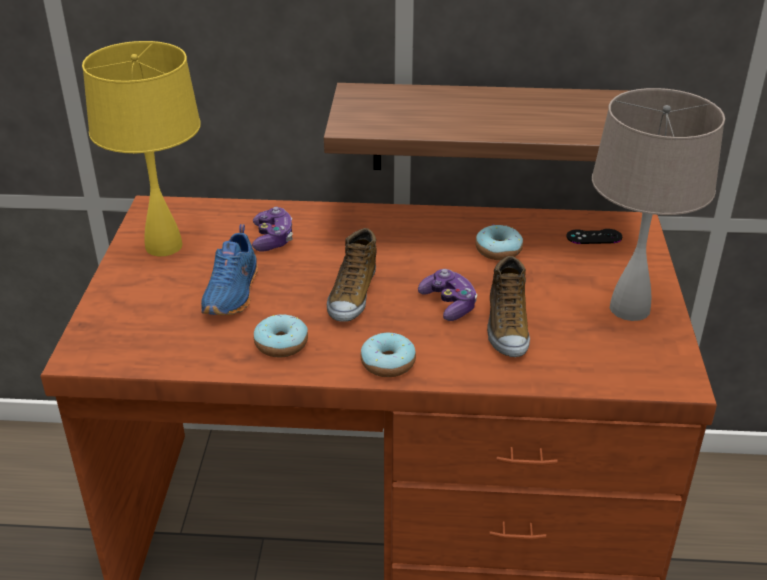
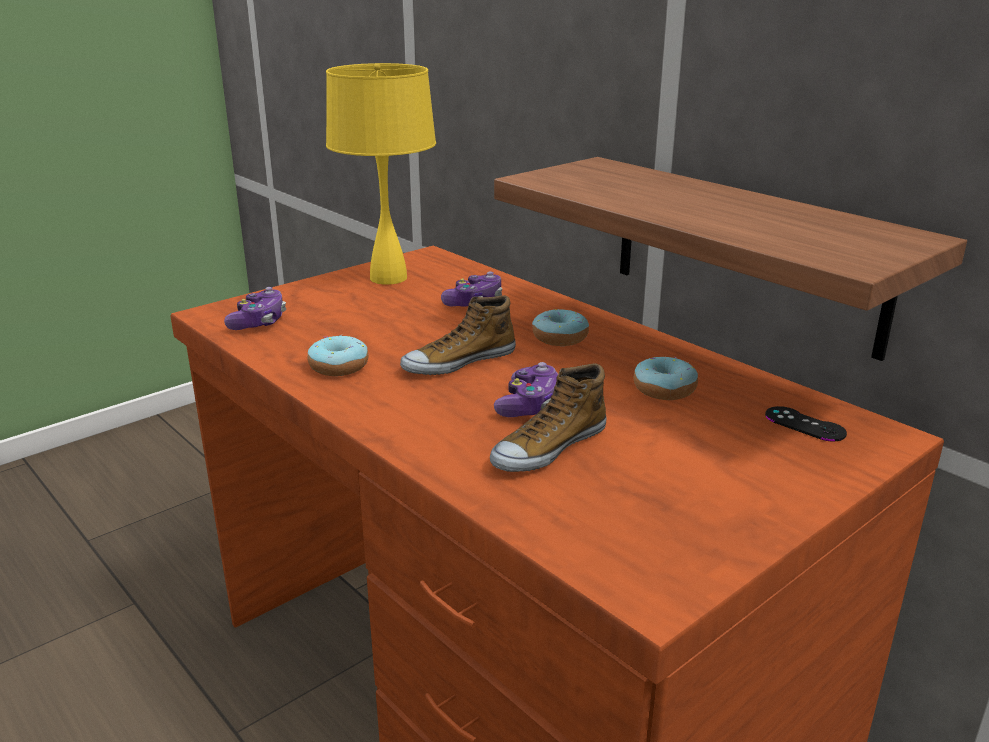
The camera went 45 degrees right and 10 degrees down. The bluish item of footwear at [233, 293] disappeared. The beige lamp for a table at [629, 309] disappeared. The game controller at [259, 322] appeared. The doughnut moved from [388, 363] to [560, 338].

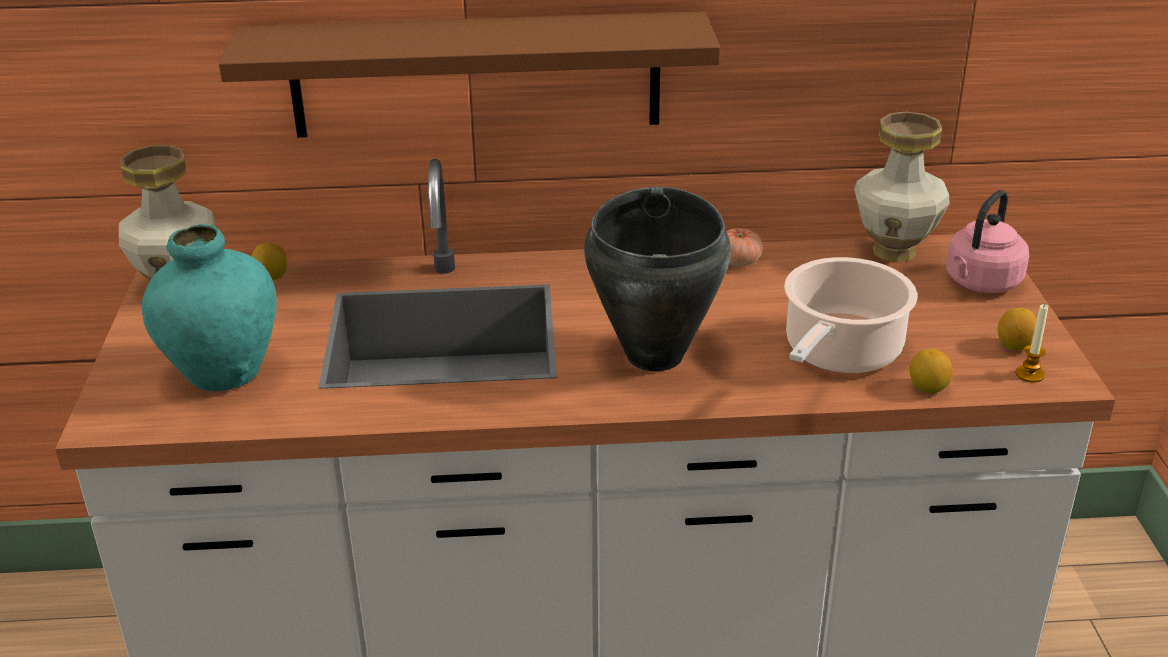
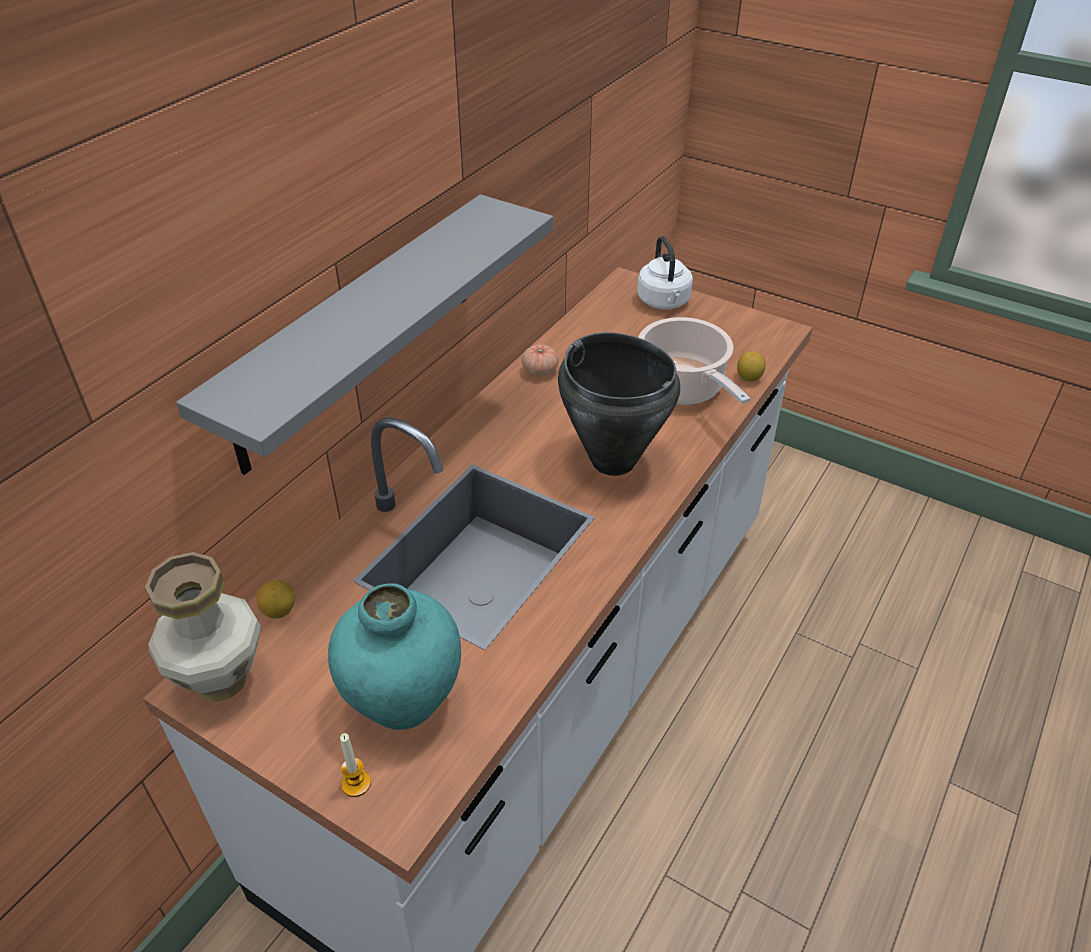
The camera went 55 degrees left and 10 degrees up. The vase at [893, 250] disappeared. The lemon at [1014, 346] disappeared. The wax light moved from [1029, 374] to [356, 783]. The brown shelf at [476, 75] became the gray shelf at [357, 331]. The pink kettle at [980, 283] became the white-coloured kettle at [664, 302].

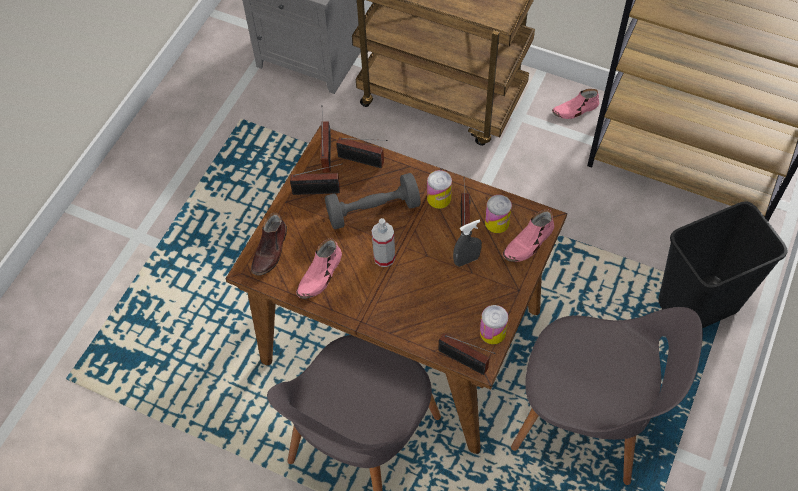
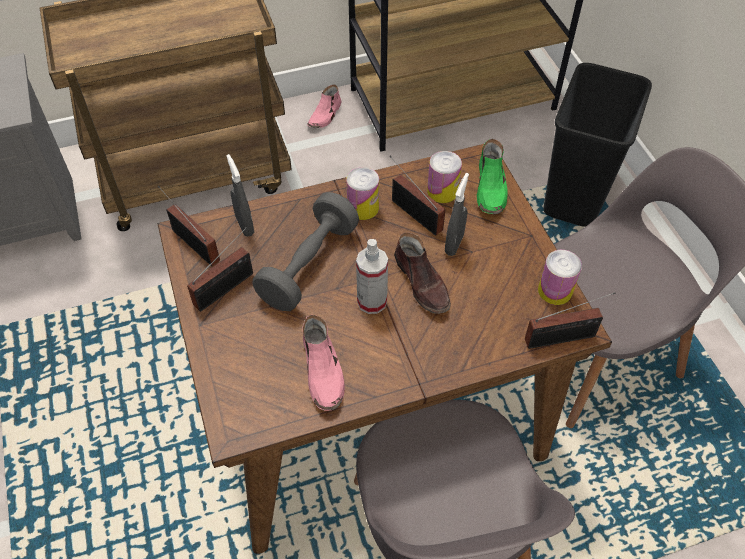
The camera went 45 degrees left and 5 degrees down. The brown item of footwear moved from [270, 251] to [422, 283]. The radio at [363, 161] was replaced by the gray spray bottle at [245, 225]. The pink item of footwear at [529, 243] became the green-coloured item of footwear at [491, 188].

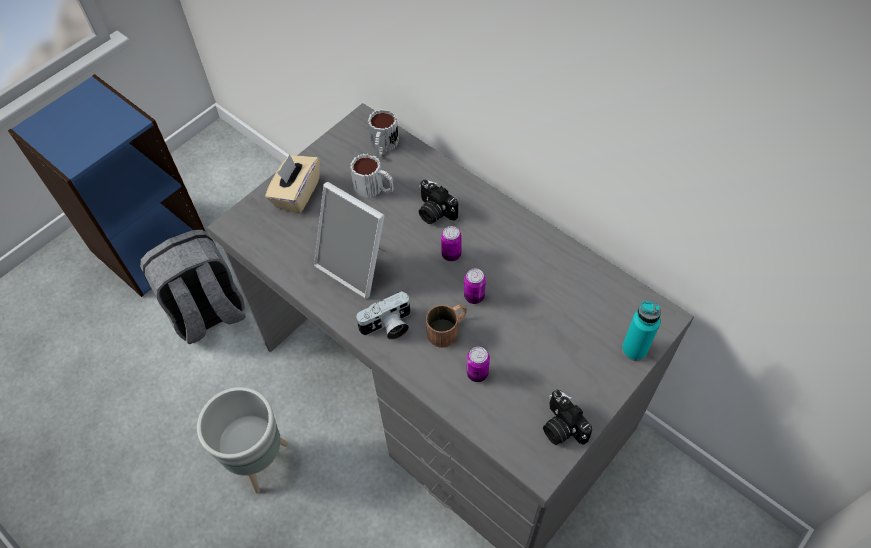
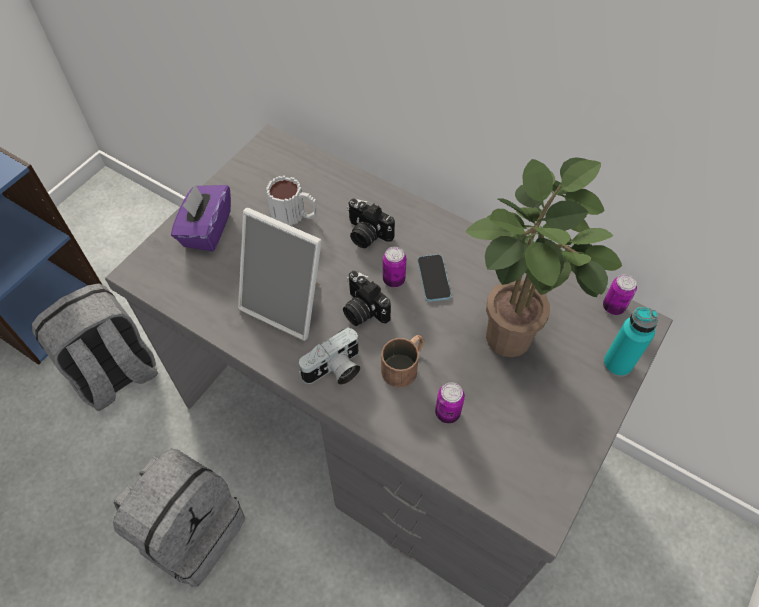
The camera went 10 degrees left and 0 degrees up. The tea mug at [383, 146] disappeared. The phone at [433, 278] appeared. The houseplant at [510, 345] appeared. The can moved from [474, 296] to [613, 307]. The photo camera moved from [561, 427] to [362, 310]. The gray flower pot at [259, 459] was replaced by the gray backpack at [191, 530]. The beige tissue holder at [296, 194] became the purple tissue holder at [206, 230].

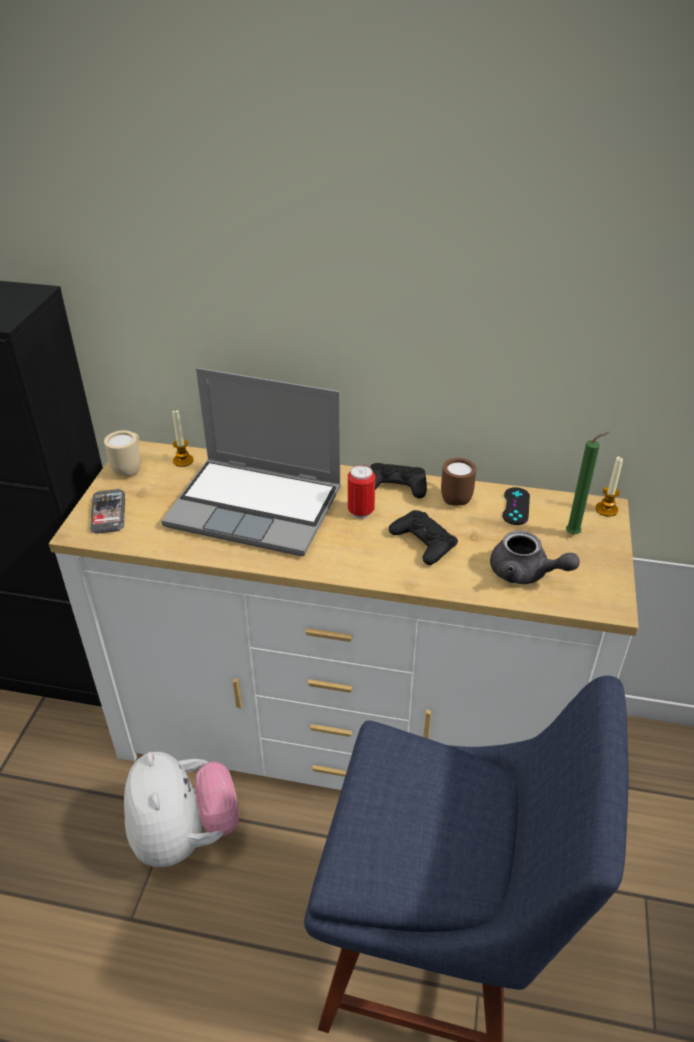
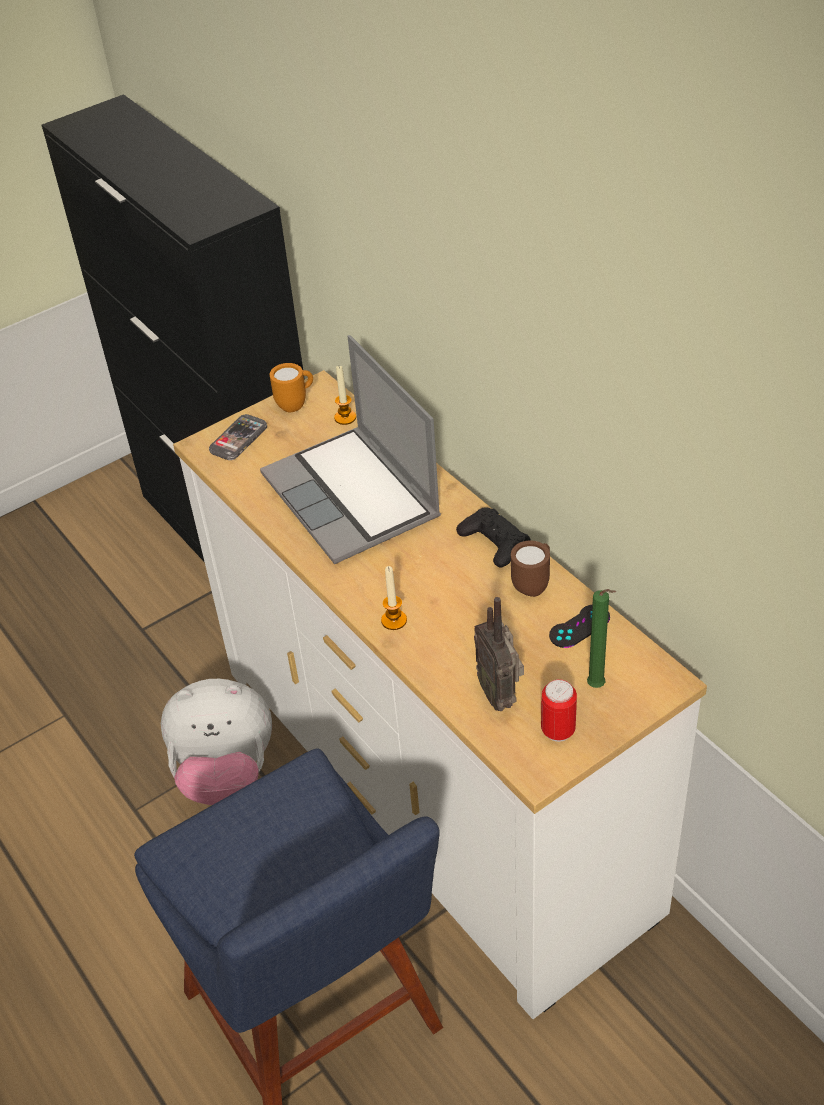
The camera went 45 degrees right and 5 degrees up. The black game controller at [423, 542] disappeared. The can moved from [361, 512] to [558, 731]. The wax light moved from [606, 509] to [394, 620]. The gray teapot at [525, 573] was replaced by the radio at [500, 694]. The beige tea mug at [130, 469] became the orange tea mug at [296, 404]. The plush toy at [184, 835] turned 60 degrees clockwise.

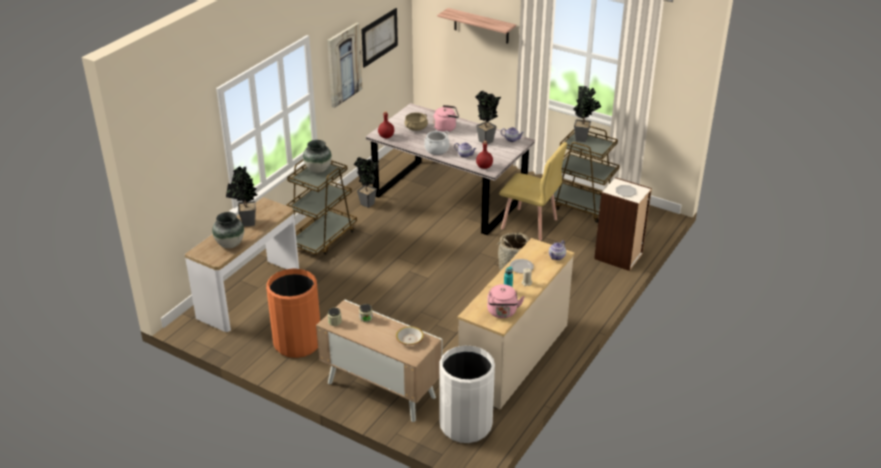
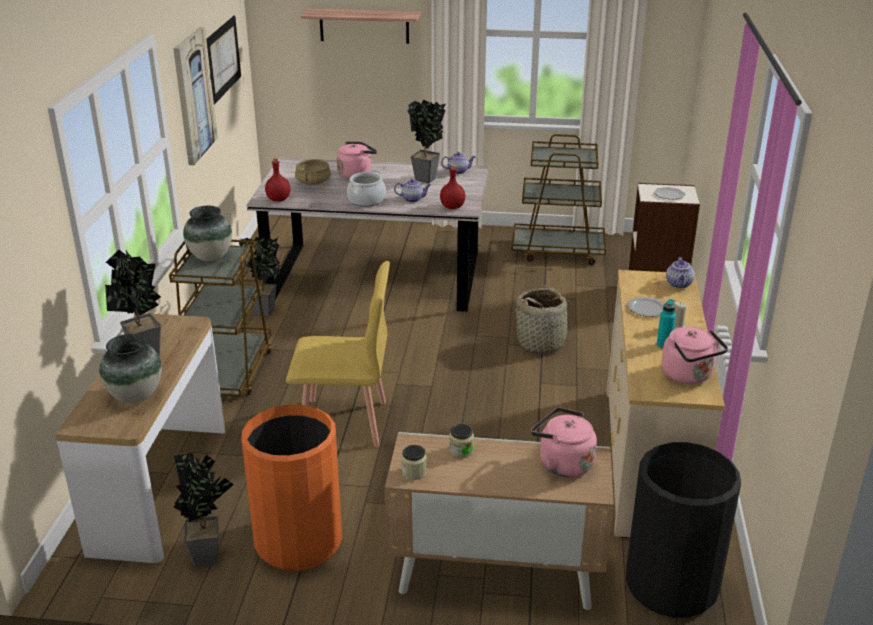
The camera went 25 degrees left and 5 degrees down. The yellowish upright chair moved from [529, 224] to [344, 422]. The houseplant moved from [582, 138] to [208, 553]. The serving bowl at [409, 339] was replaced by the pink kettle at [562, 463]. The white-coloured trash can at [466, 425] became the black trash can at [671, 585].

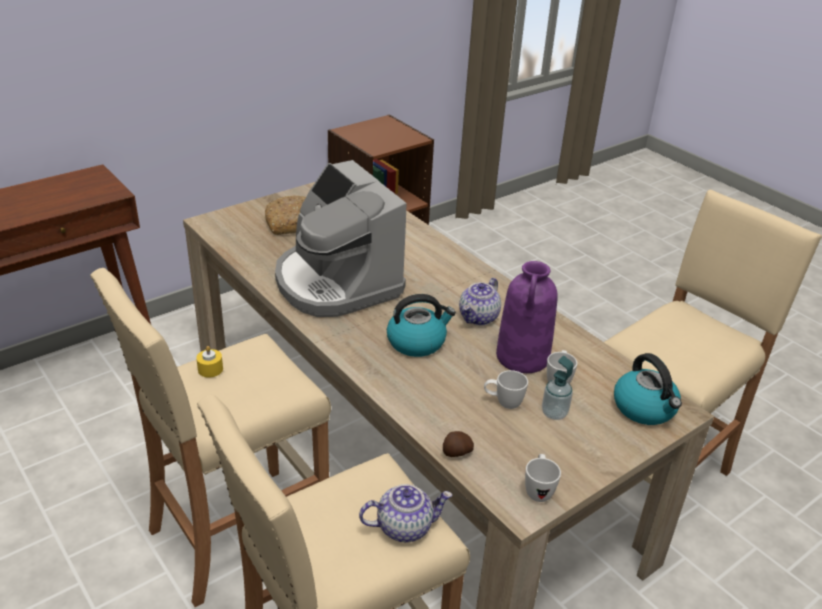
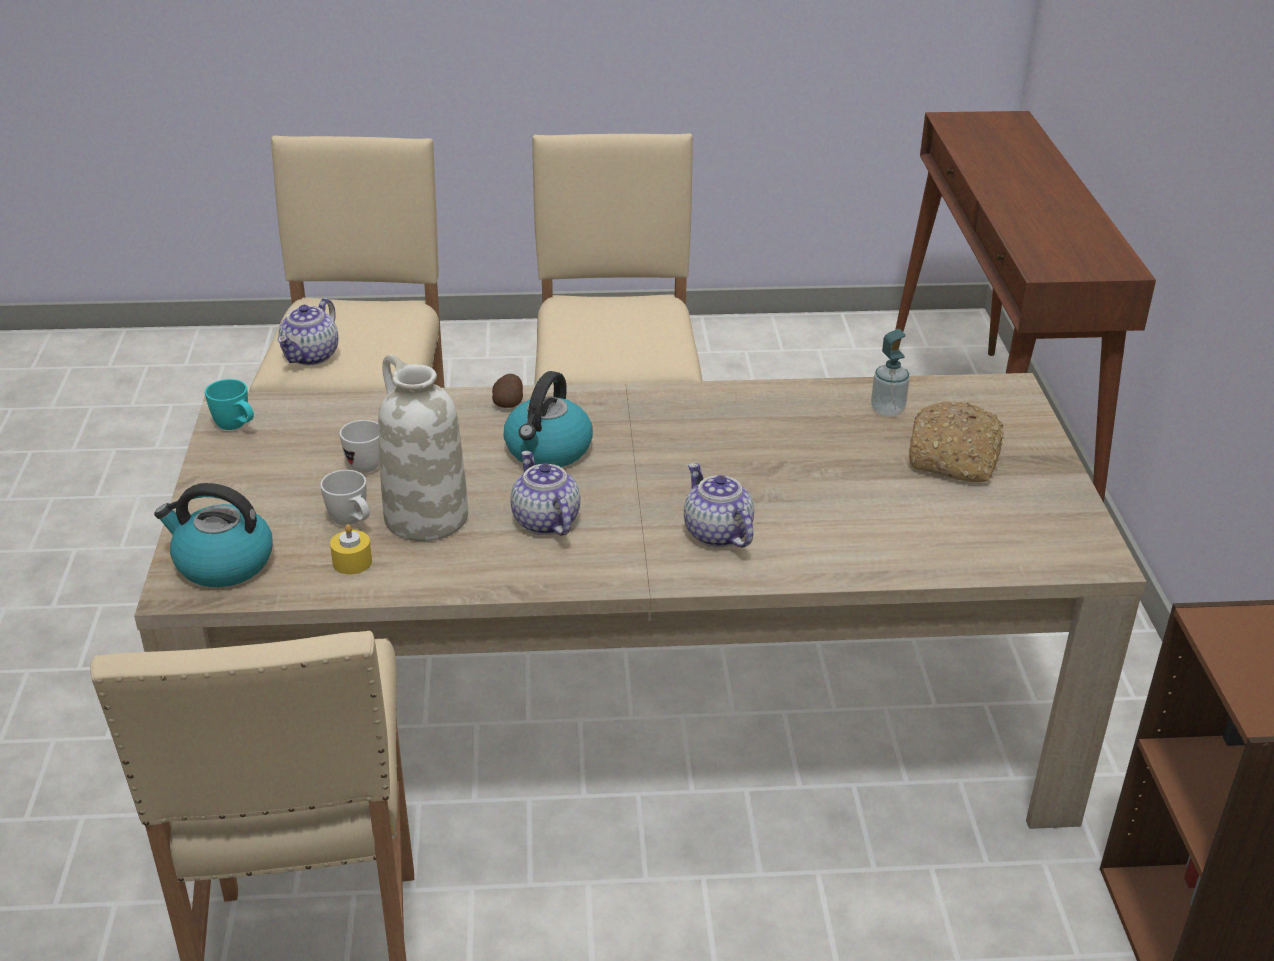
The camera went 125 degrees right and 0 degrees up. The coffee machine at [336, 283] disappeared. The teapot at [716, 533] appeared. The yellowish wax light moved from [210, 369] to [352, 562]. The whole potato moved from [456, 453] to [509, 403]. The liquid soap bottle moved from [554, 413] to [887, 410]. The purple vase at [523, 357] became the white-coloured vase at [424, 517]. The white-coloured tea mug at [538, 489] became the turquoise tea mug at [237, 427].

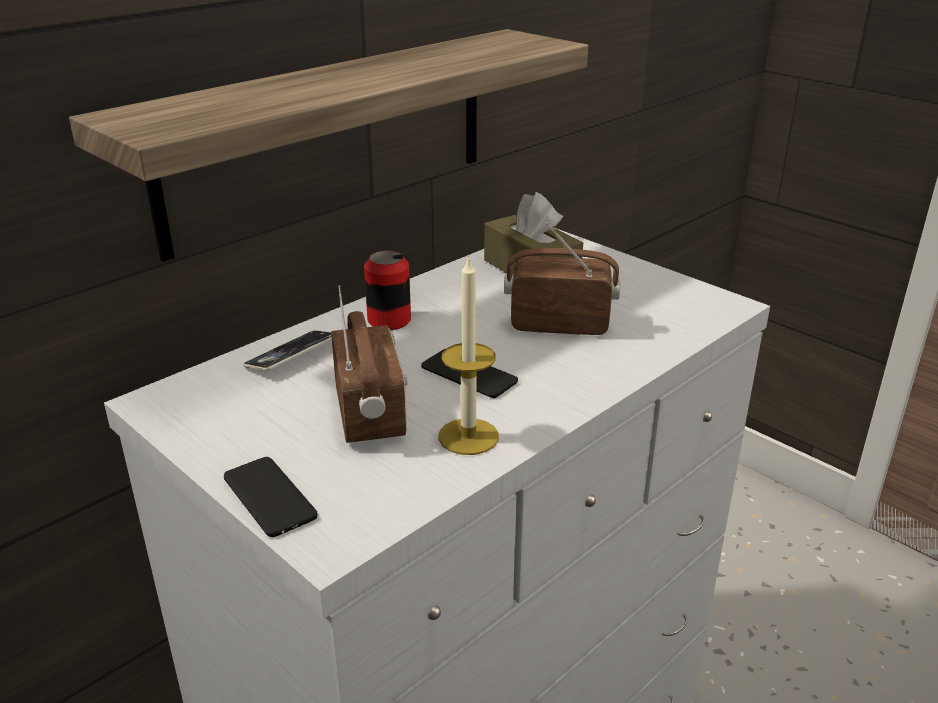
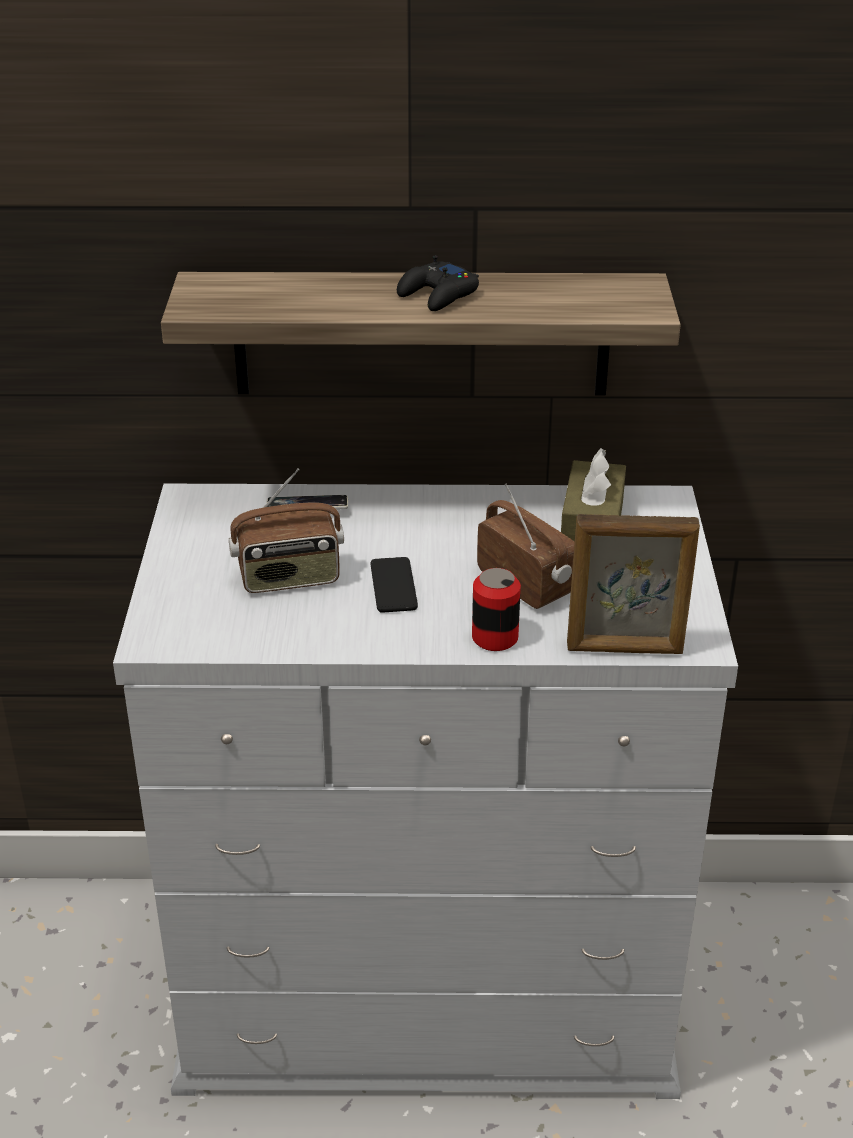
The camera went 45 degrees right and 5 degrees up. The phone at [269, 497] disappeared. The wax light at [468, 436] disappeared. The black game controller at [438, 295] appeared. The photo frame at [625, 649] appeared. The can moved from [389, 320] to [495, 637]. The radio at [372, 415] turned 45 degrees clockwise.

